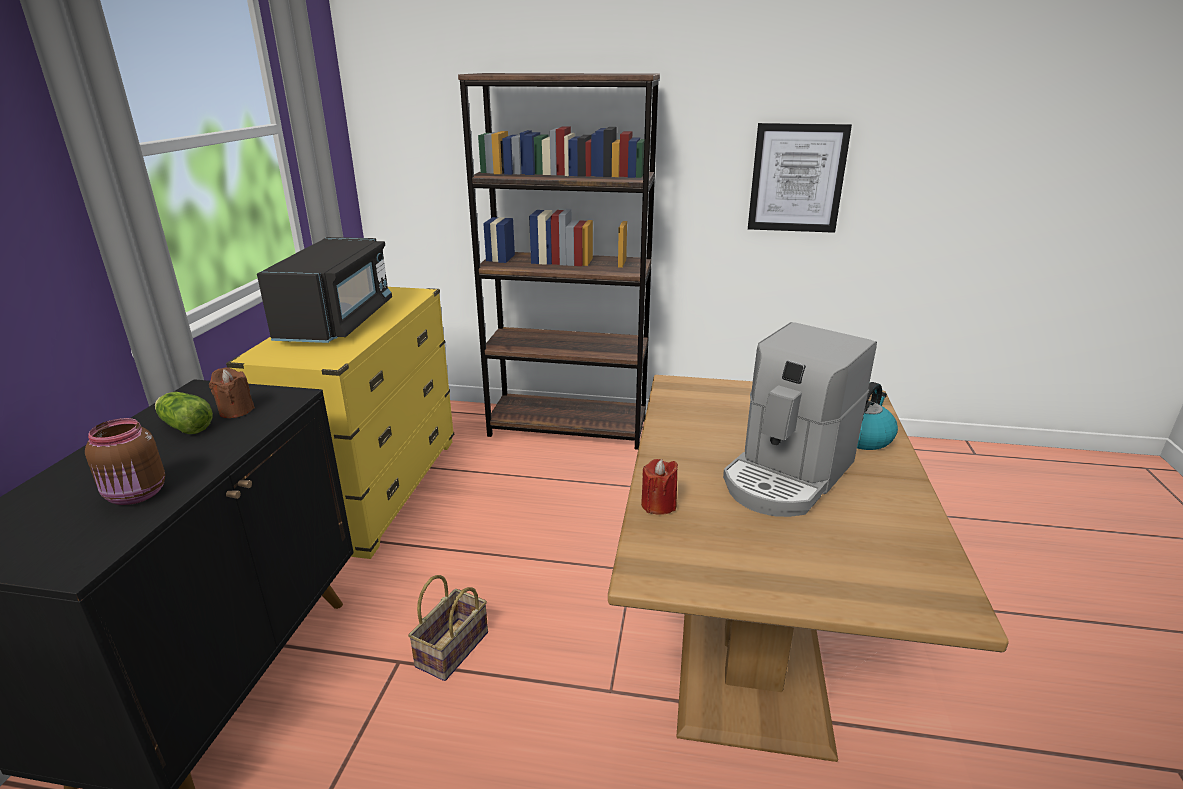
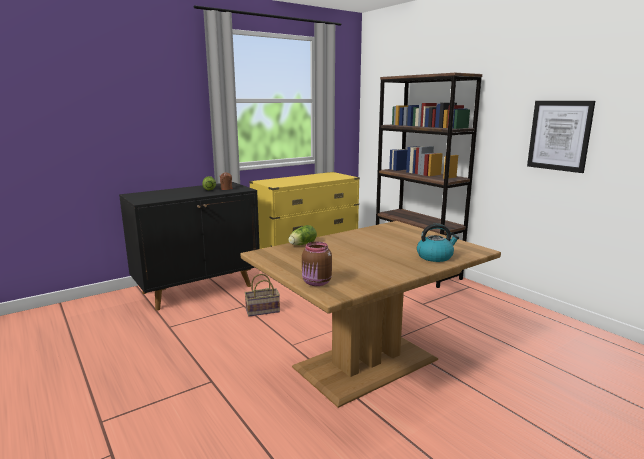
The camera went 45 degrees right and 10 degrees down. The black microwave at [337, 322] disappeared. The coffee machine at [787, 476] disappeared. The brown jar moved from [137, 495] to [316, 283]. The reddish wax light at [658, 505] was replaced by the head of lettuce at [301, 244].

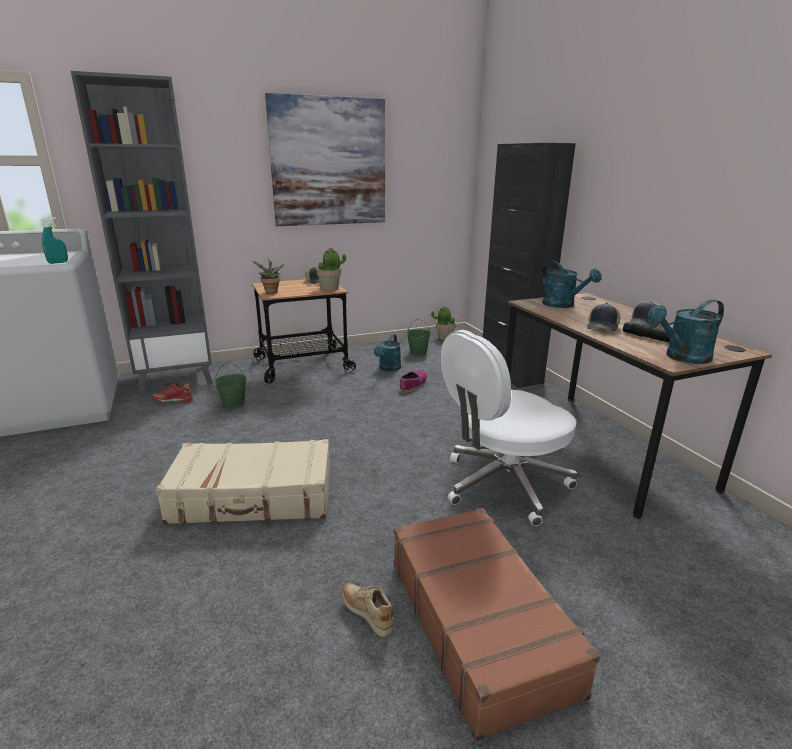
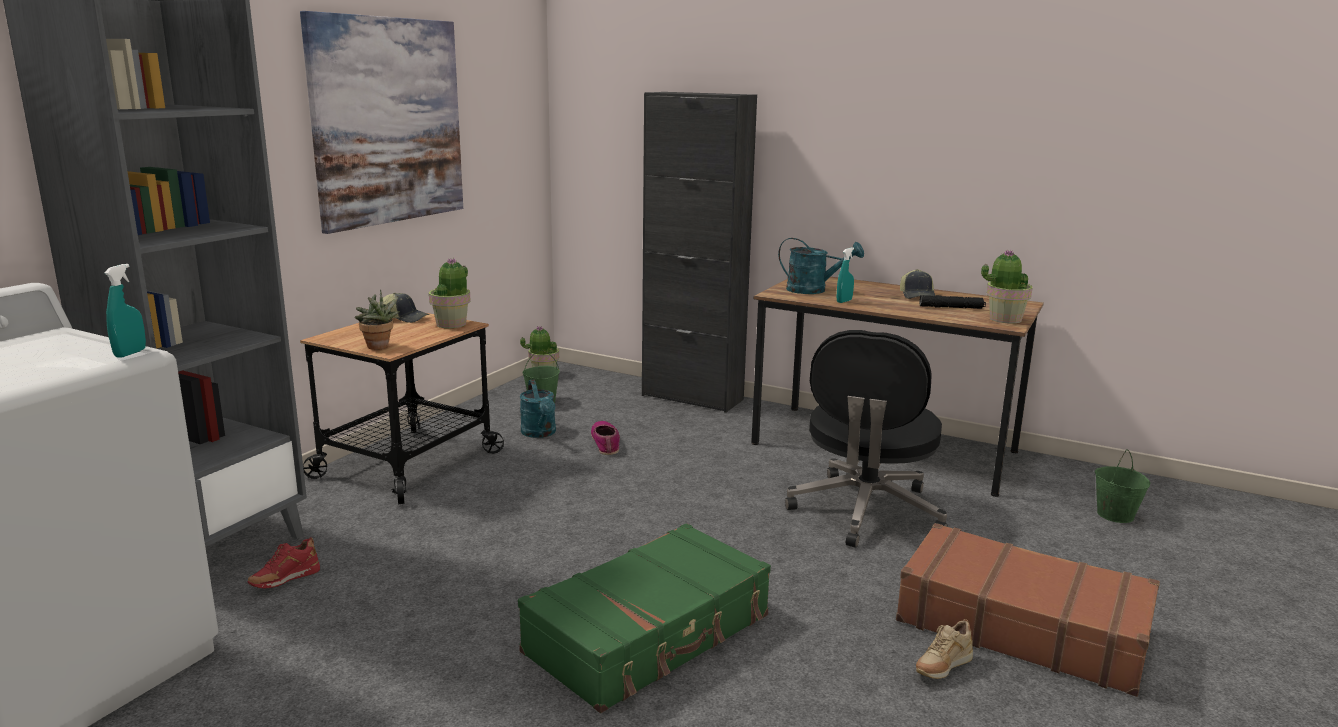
The camera went 40 degrees left and 5 degrees down. The cap at [603, 327] disappeared. The turquoise spray bottle at [844, 301] appeared. The green-coloured pail moved from [233, 403] to [1114, 515]. The turquoise sprinkling can at [682, 357] was replaced by the houseplant at [1004, 319]. The beige suitcase at [253, 497] became the green-coloured suitcase at [650, 635]. The white-coloured desk chair at [503, 484] became the black desk chair at [865, 512]. The beige item of footwear at [367, 614] turned 45 degrees counterclockwise.

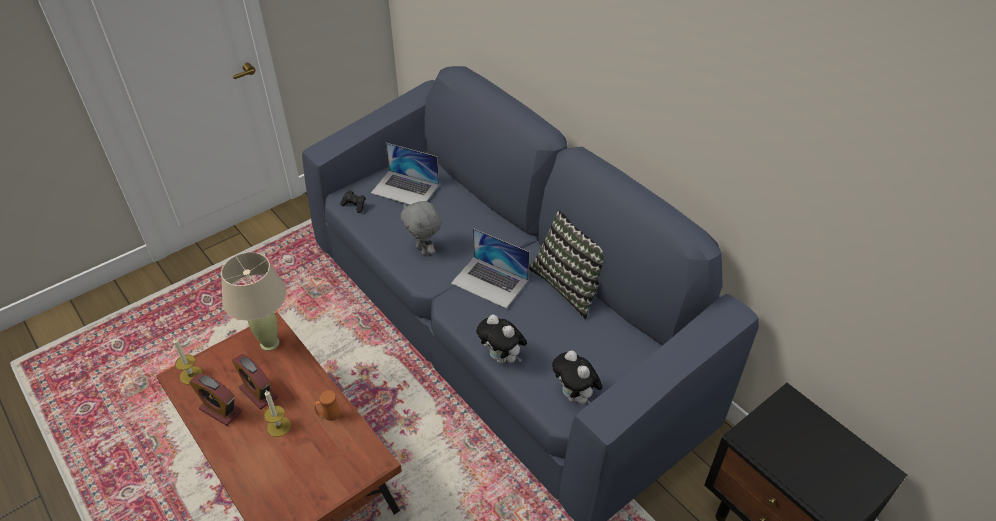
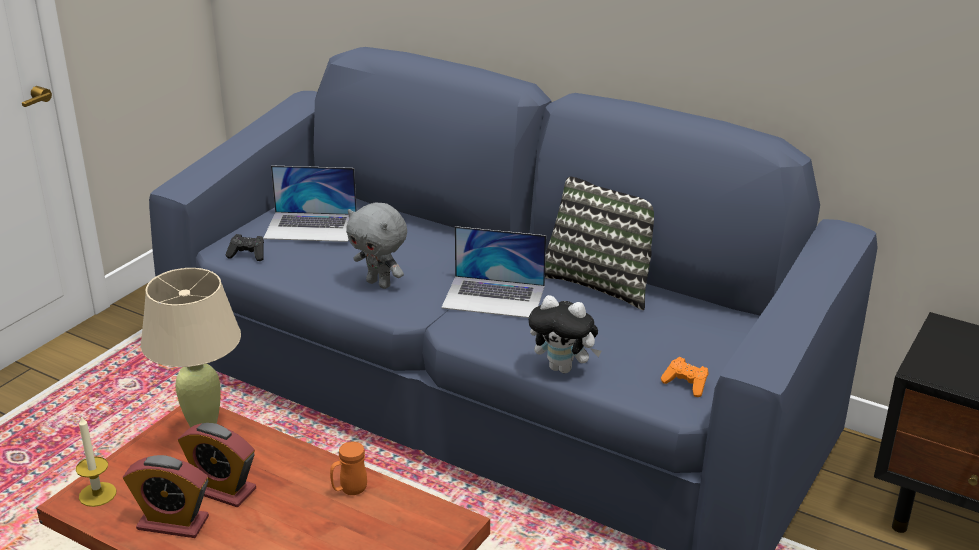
The camera went 20 degrees left and 15 degrees down. The wax light at [279, 426] disappeared. The plush toy at [575, 396] was replaced by the orange game controller at [686, 385].

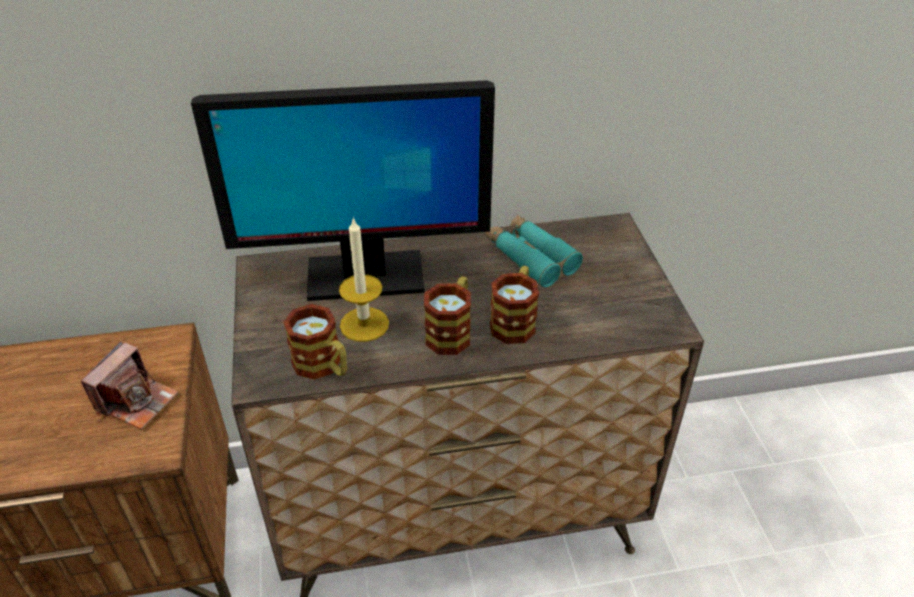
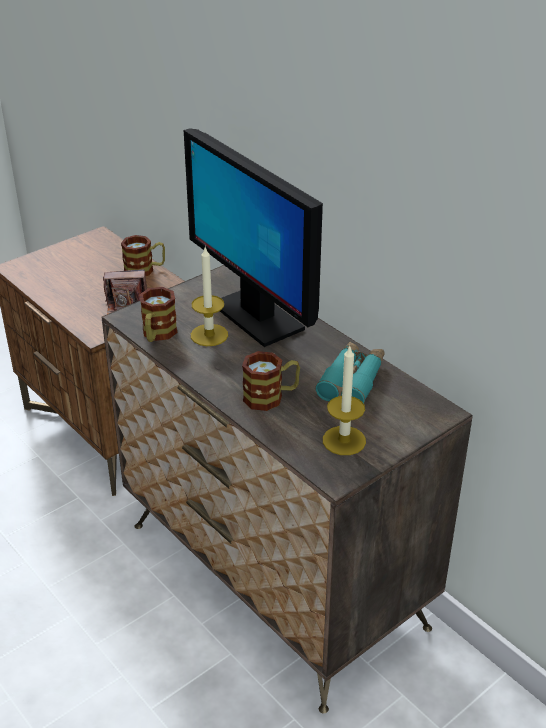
The camera went 60 degrees right and 5 degrees down. The wax light at [344, 440] appeared. The tea mug moved from [452, 331] to [145, 270].

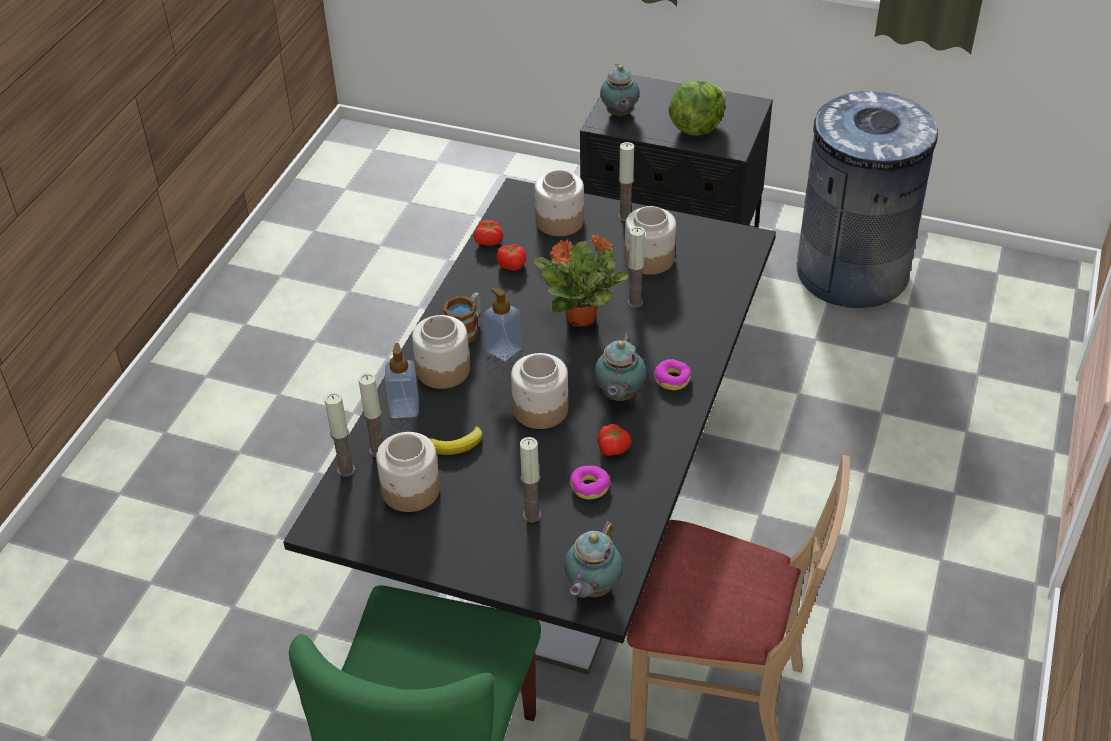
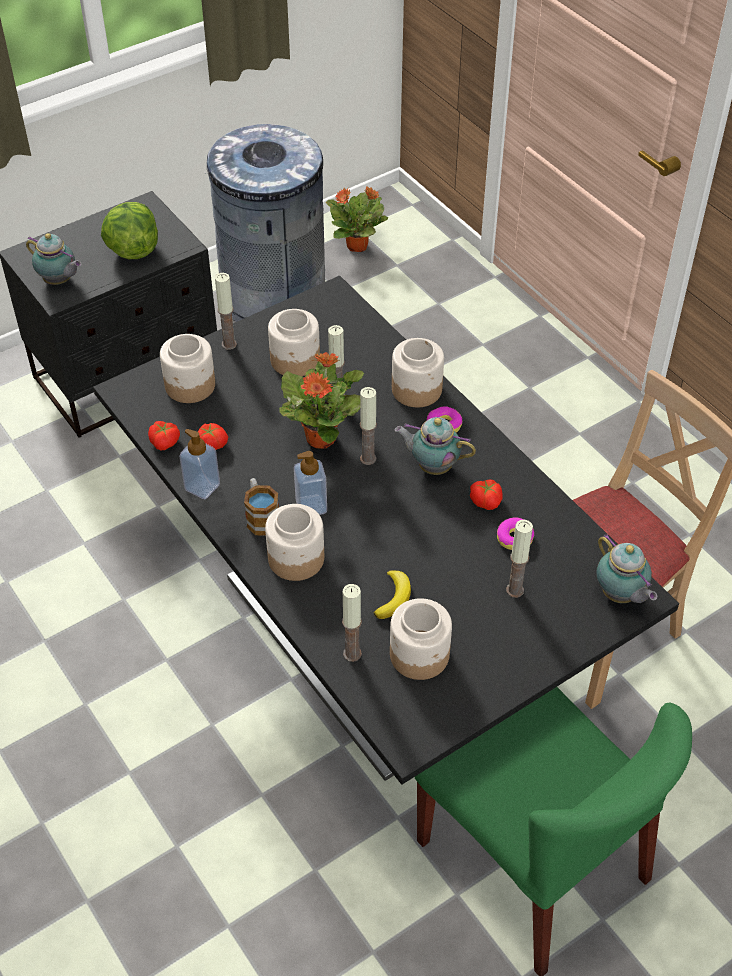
The camera went 55 degrees left and 5 degrees up. The houseplant at [358, 246] appeared. The wax light moved from [346, 470] to [368, 458]. The liquid soap bottle moved from [404, 408] to [202, 487]. The jar moved from [541, 409] to [417, 389]. The teapot at [618, 396] turned 150 degrees clockwise.

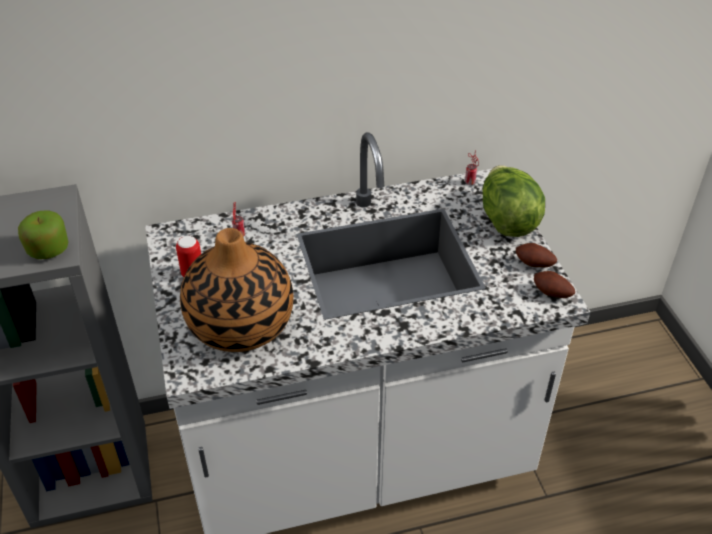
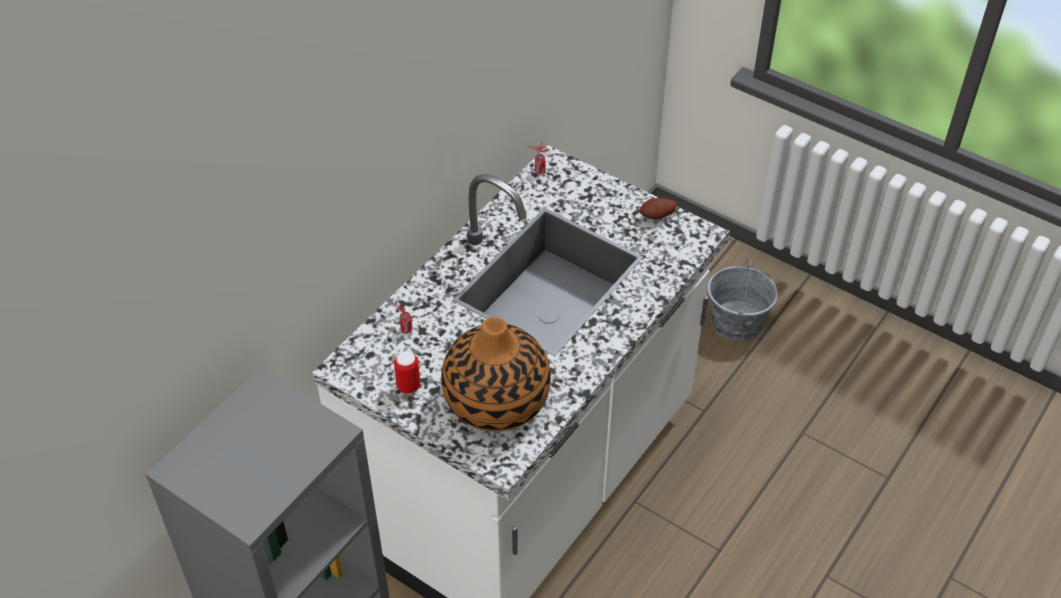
The camera went 40 degrees left and 5 degrees up. The whole apple at [48, 250] disappeared. The head of lettuce at [507, 220] disappeared. The whole potato at [551, 294] disappeared. The gray pail at [737, 321] appeared.

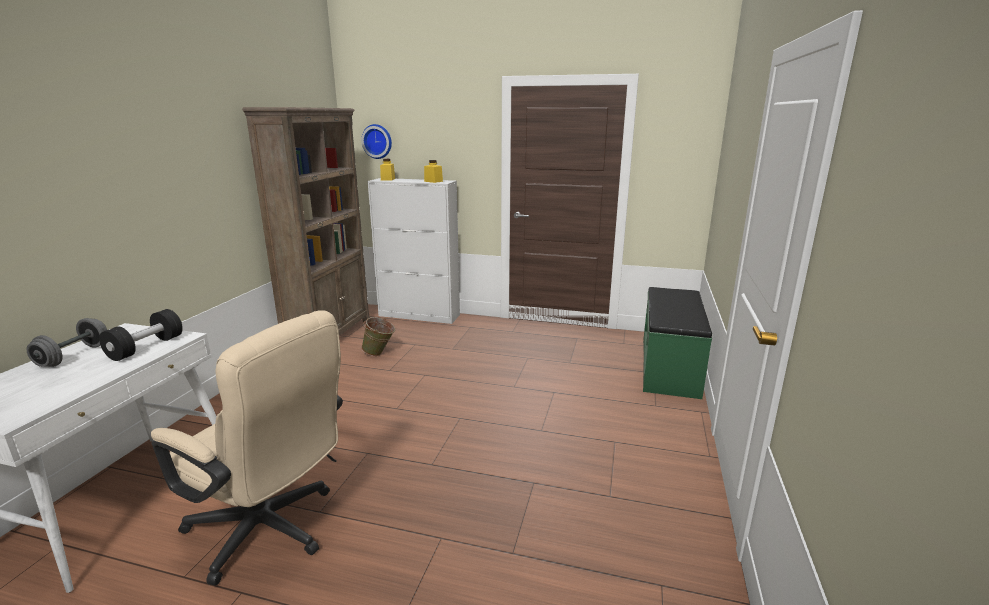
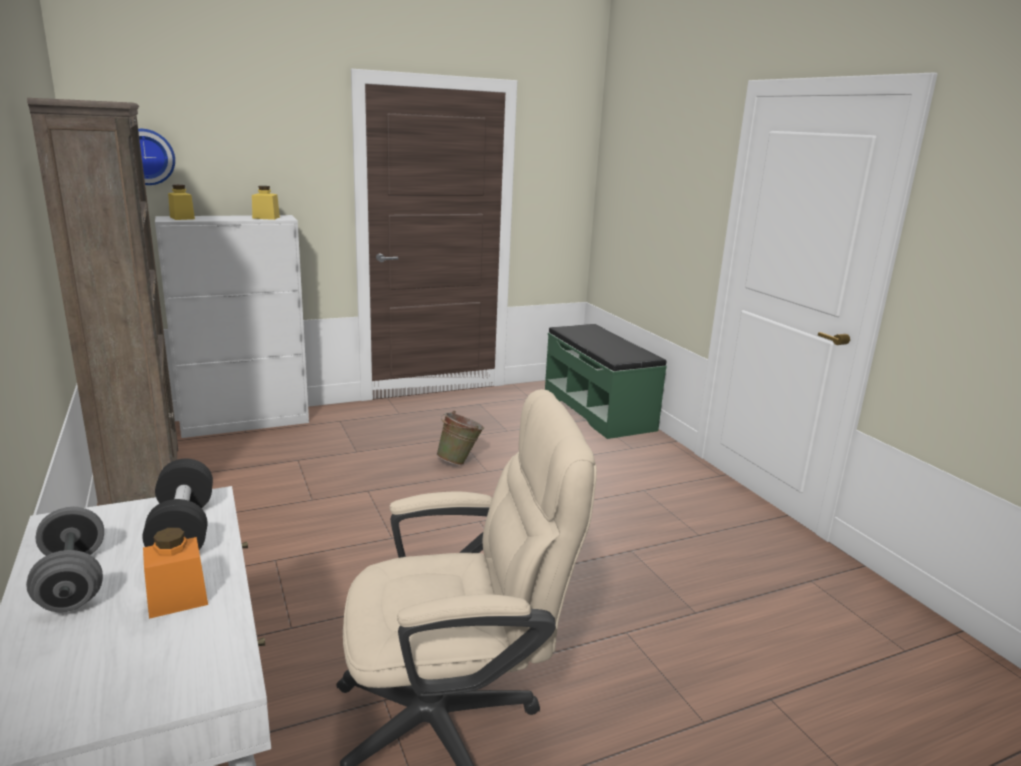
The camera went 40 degrees left and 0 degrees up. The orange jar at [177, 599] appeared. The green-coloured pail moved from [379, 354] to [460, 461].

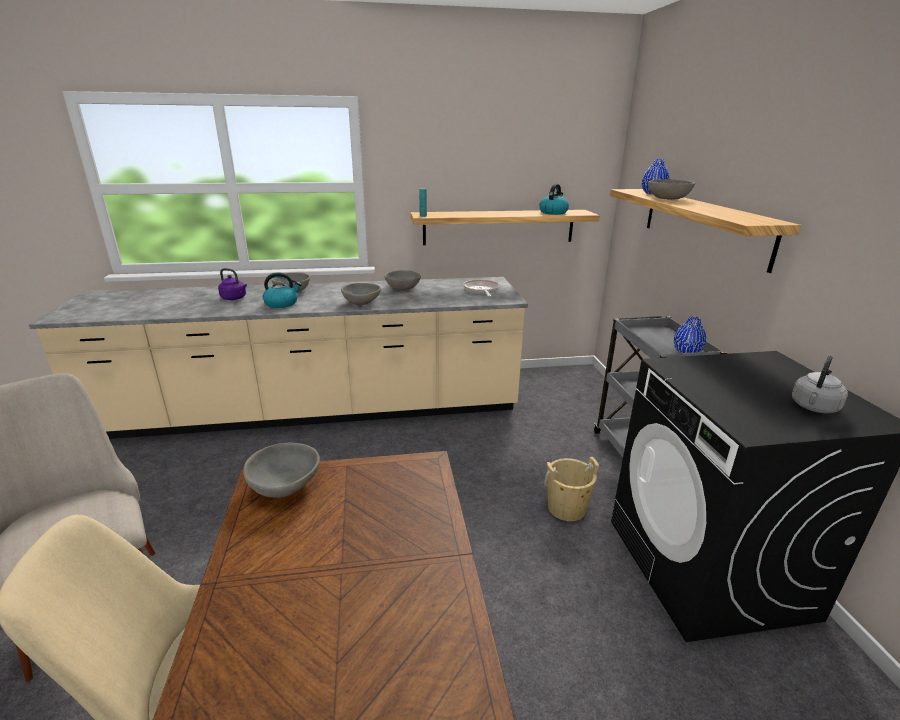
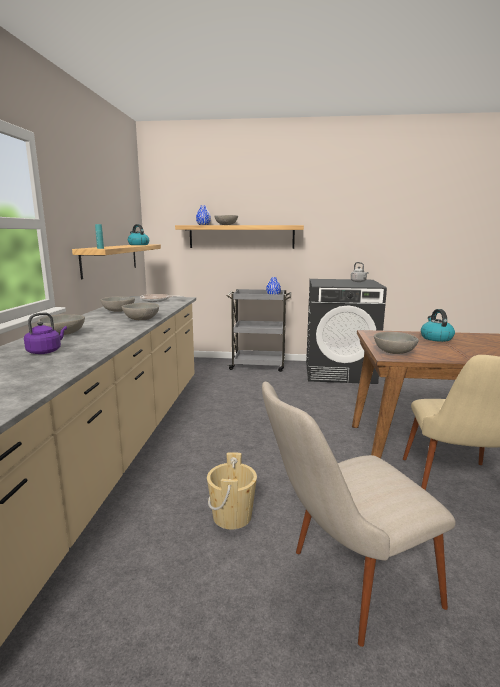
The camera went 75 degrees left and 10 degrees down. The kettle moved from [282, 303] to [436, 338]. The beige pail moved from [566, 508] to [232, 516].

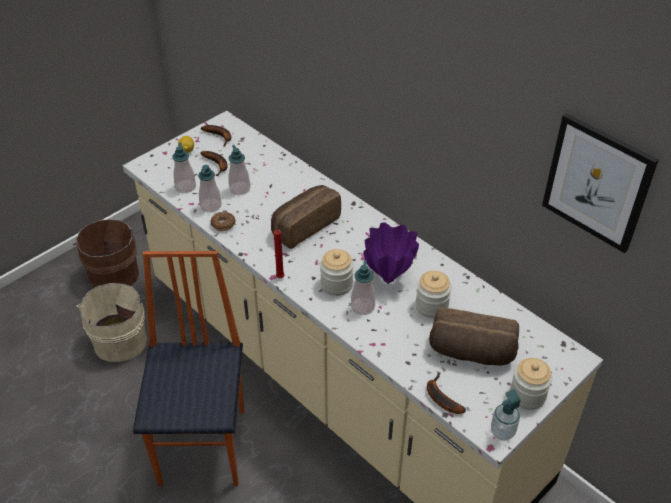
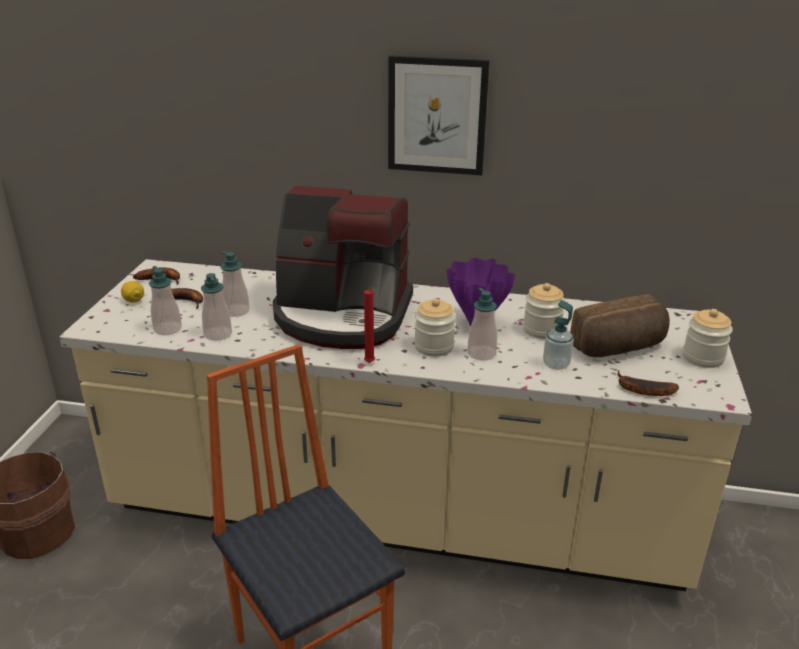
The camera went 35 degrees left and 15 degrees down. The beige pail at [120, 339] disappeared. The doughnut at [223, 224] disappeared. The liquid soap bottle moved from [502, 432] to [556, 364]. The picture moved from [597, 183] to [437, 116]. The bread at [304, 225] was replaced by the coffee machine at [342, 316].

